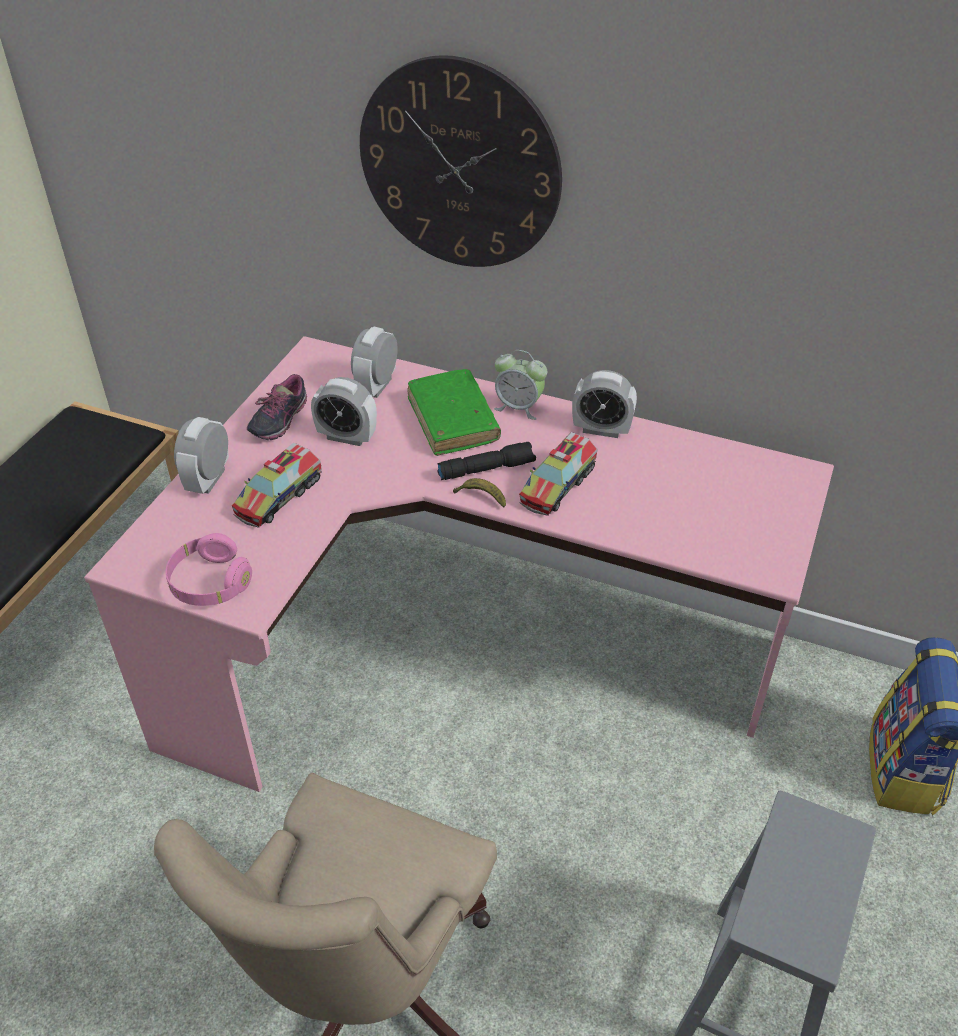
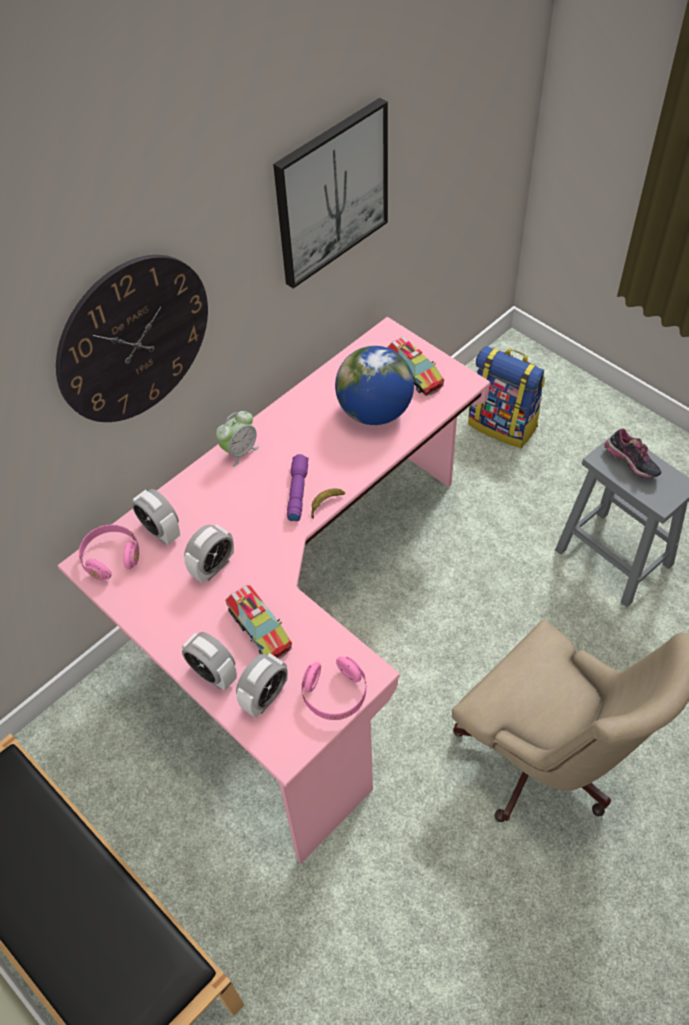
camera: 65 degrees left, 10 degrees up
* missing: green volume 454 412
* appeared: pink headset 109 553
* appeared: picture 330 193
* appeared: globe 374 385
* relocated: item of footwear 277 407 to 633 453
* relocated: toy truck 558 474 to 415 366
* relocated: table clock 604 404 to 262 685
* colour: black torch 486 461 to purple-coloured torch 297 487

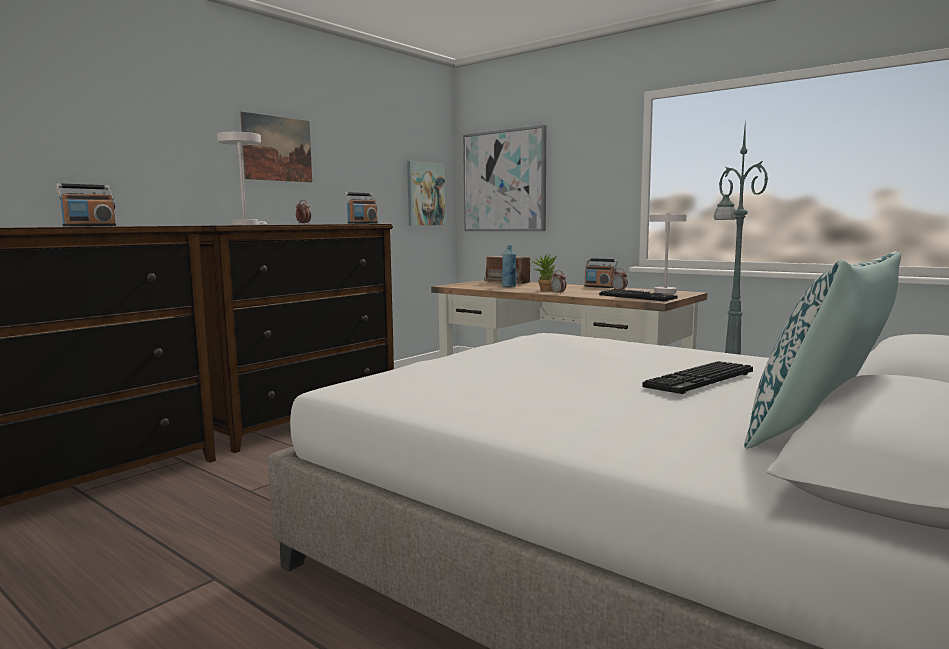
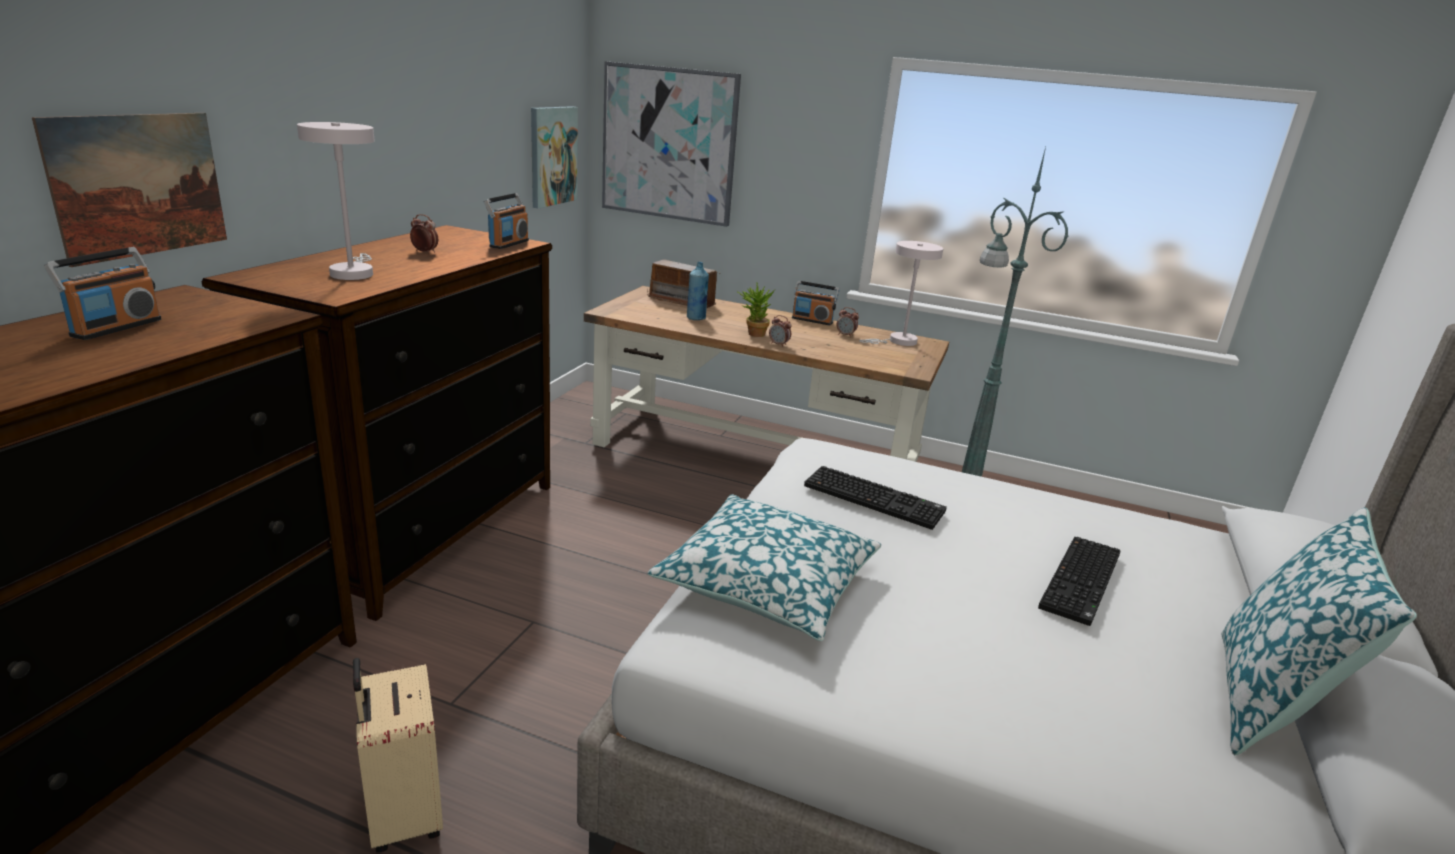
camera: 20 degrees left, 15 degrees up
* appeared: sand-coloured piece of luggage 398 755
* appeared: pillow 764 567
* relocated: picture 276 147 to 129 190
* relocated: computer keyboard 638 295 to 875 498

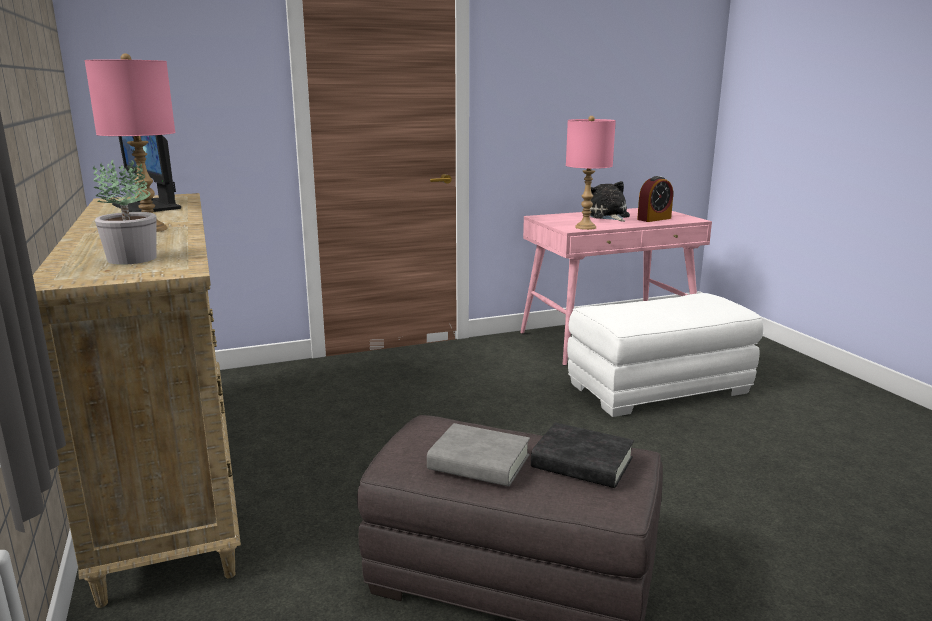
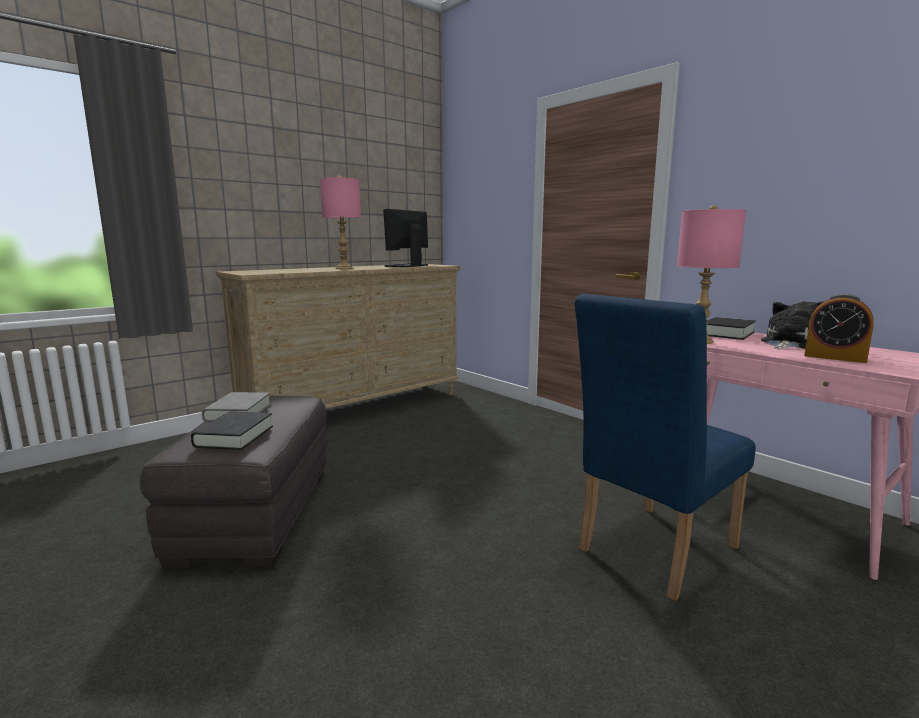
camera: 70 degrees right, 5 degrees down
* missing: potted plant 125 212
* appeared: black volume 731 328
* exchanged: white-coloured footrest 665 355 to blue-coloured upright chair 665 447

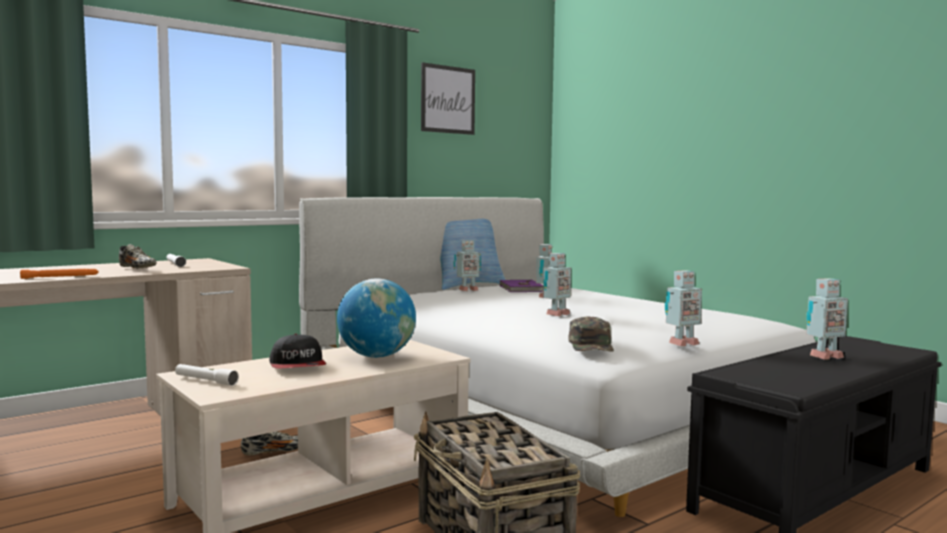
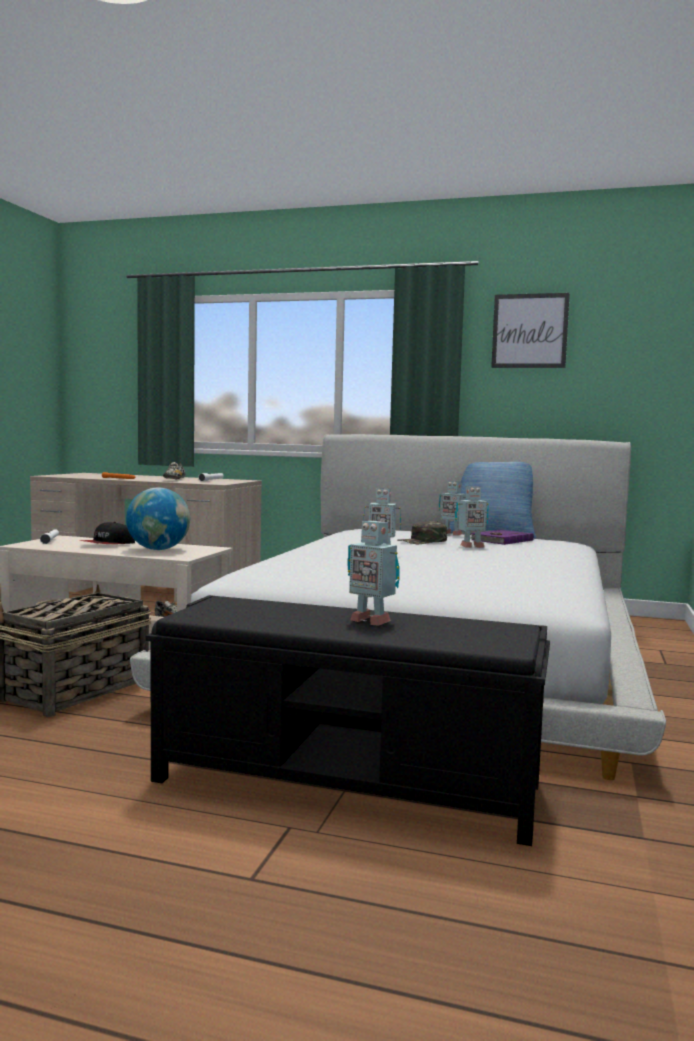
camera: 55 degrees right, 0 degrees up
* missing: toy robot 683 308
* relocated: green peaked cap 591 334 to 422 532

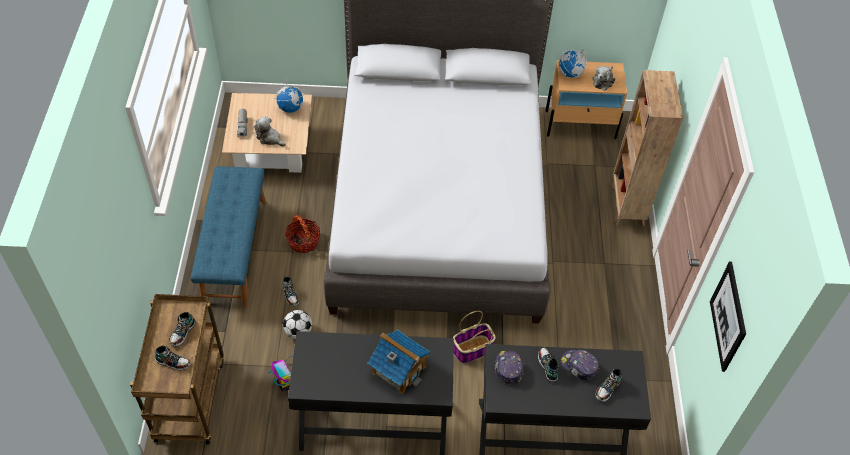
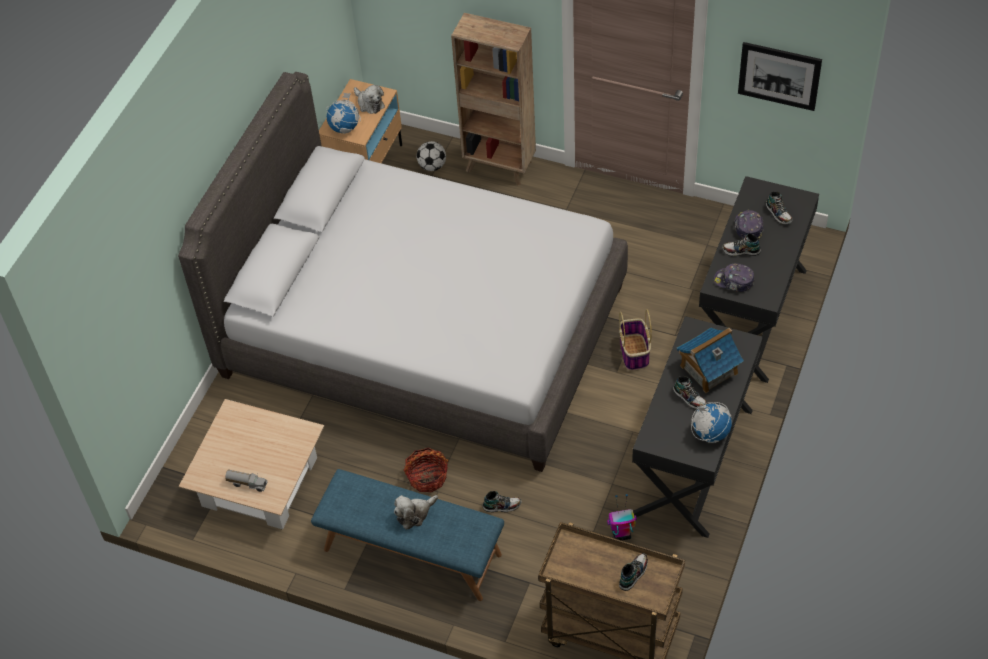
camera: 65 degrees left, 0 degrees up
* relocated: item of footwear 182 329 to 690 392
* relocated: cuddly toy 270 131 to 416 512
* relocated: globe 289 95 to 711 422
* relocated: football 297 324 to 431 156
* spun: peaked cap 579 364 = 749 225 120 degrees clockwise

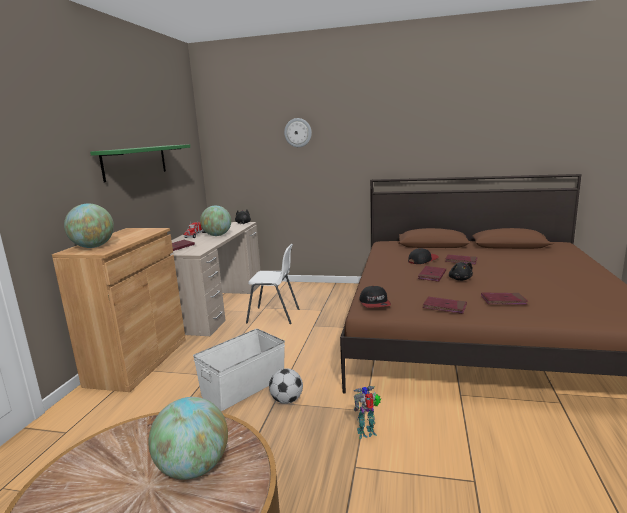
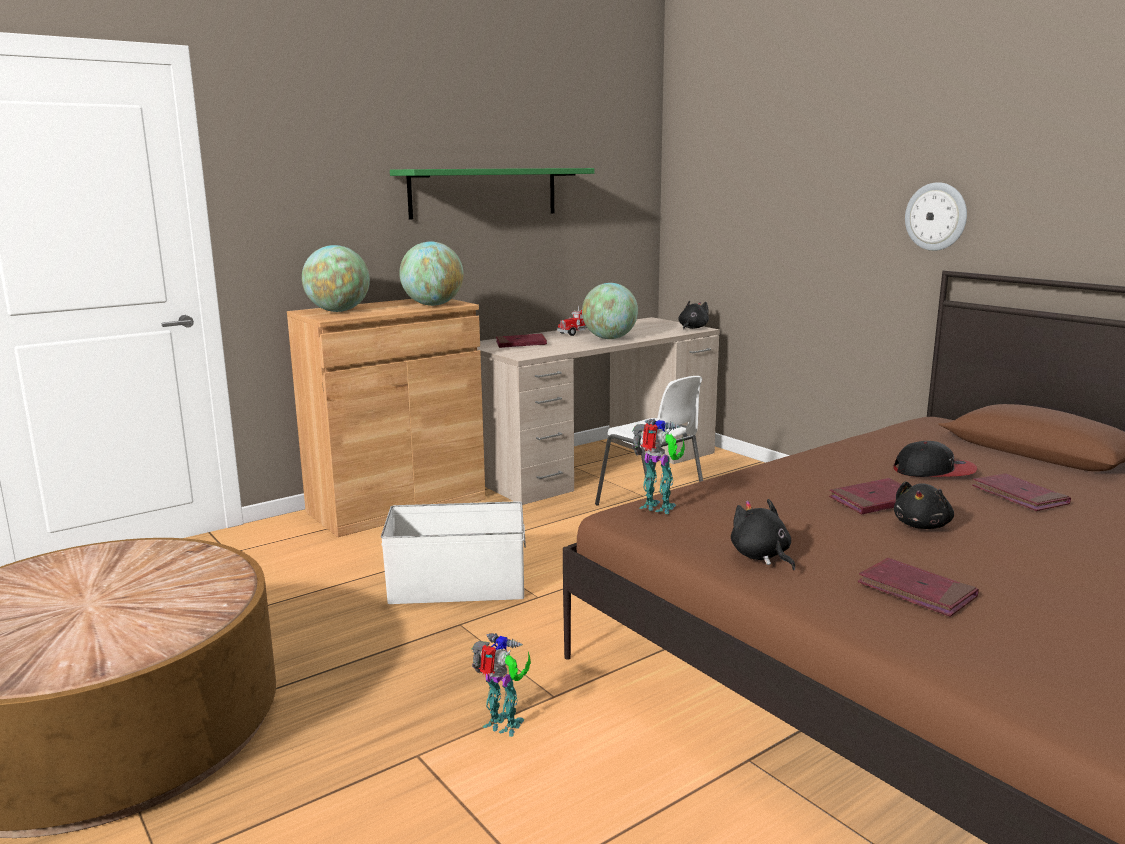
camera: 40 degrees right, 0 degrees up
* missing: football 286 386
* relocated: globe 188 438 to 431 274
* relocated: wall clock 298 132 to 936 216
* exchanged: peaked cap 375 296 to toy robot 658 466
* exchanged: red-coloured volume 445 305 to black cuddly toy 763 534

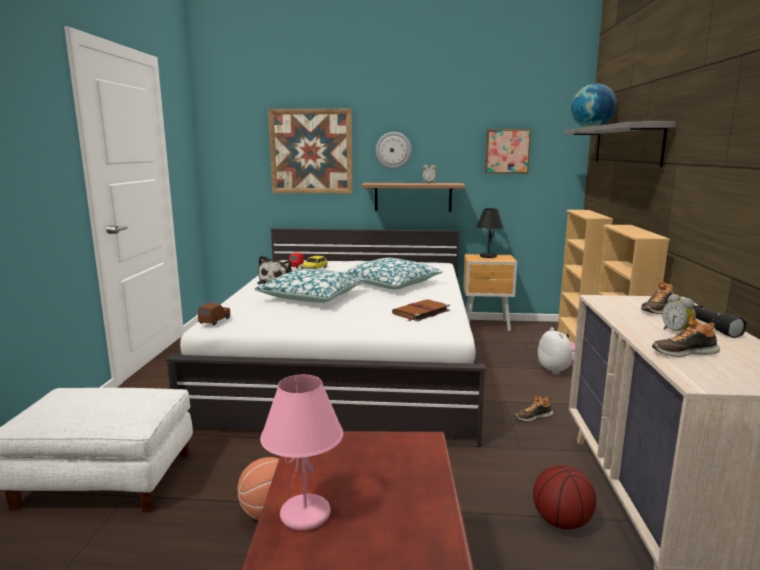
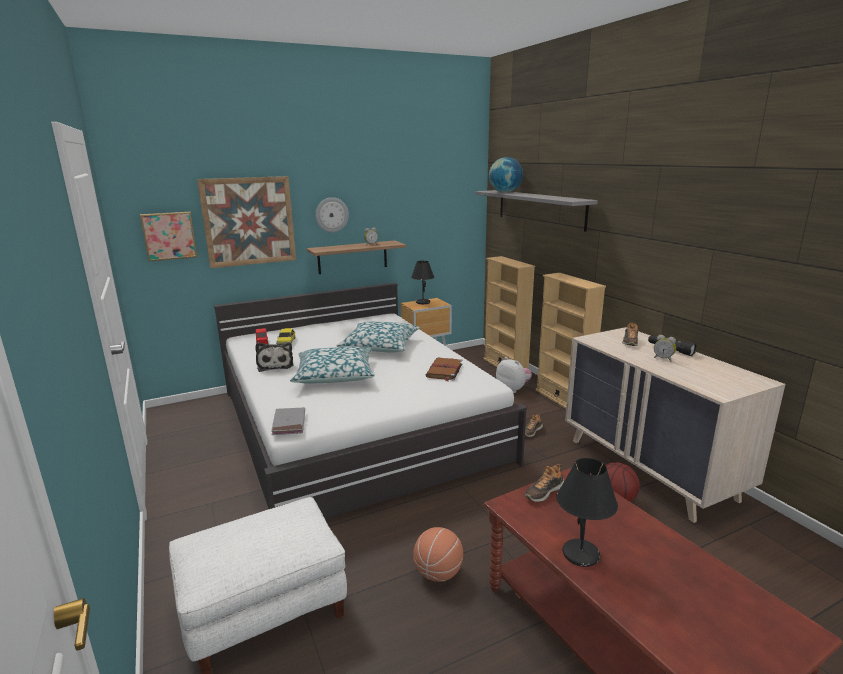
camera: 30 degrees left, 5 degrees up
* relocated: picture 508 151 to 168 236
* relocated: item of footwear 686 337 to 544 483
* exchanged: brown-coloured miniature car 214 314 to gray volume 288 421
* colour: pink tabletop lamp 301 453 to black tabletop lamp 587 512

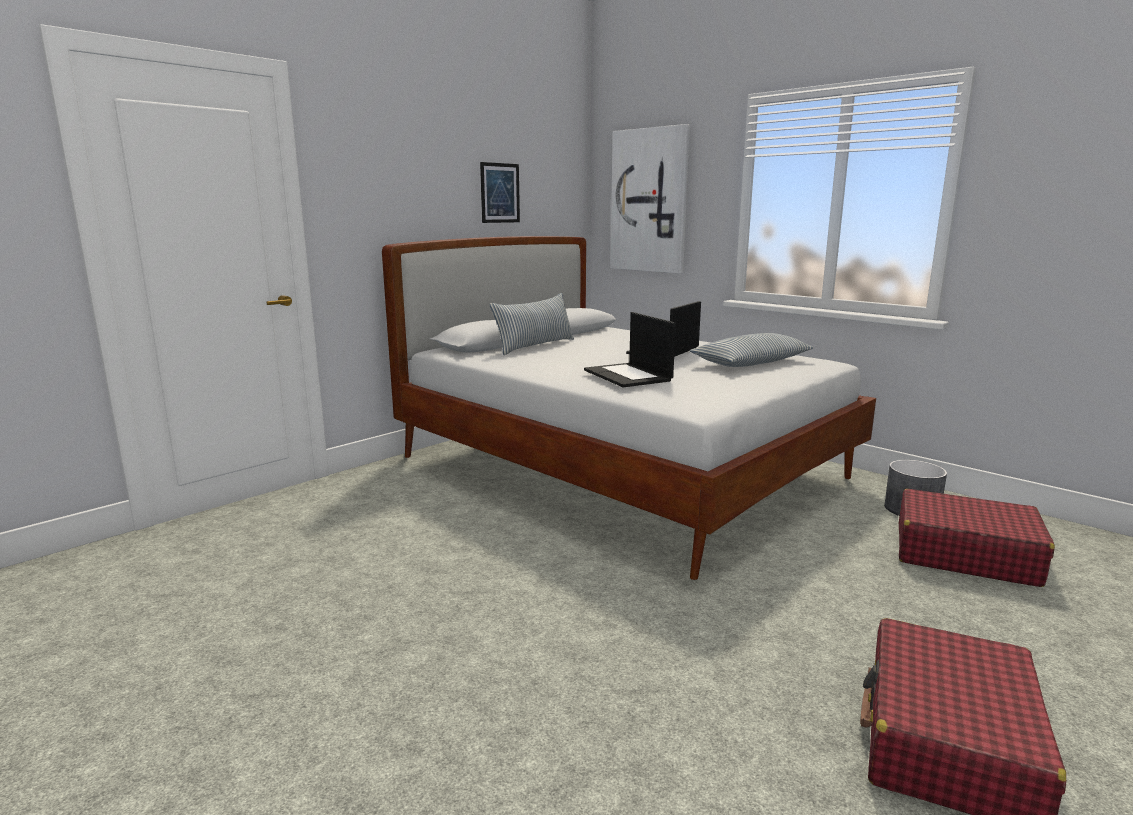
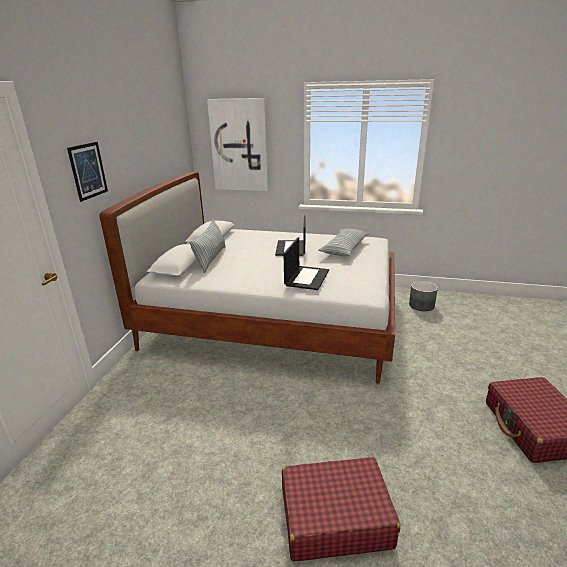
camera: 30 degrees left, 10 degrees up
* relocated: picture 500 192 to 87 172
* relocated: red-coloured piece of luggage 977 538 to 341 509
* spun: notebook computer 630 349 = 306 263 105 degrees counterclockwise

